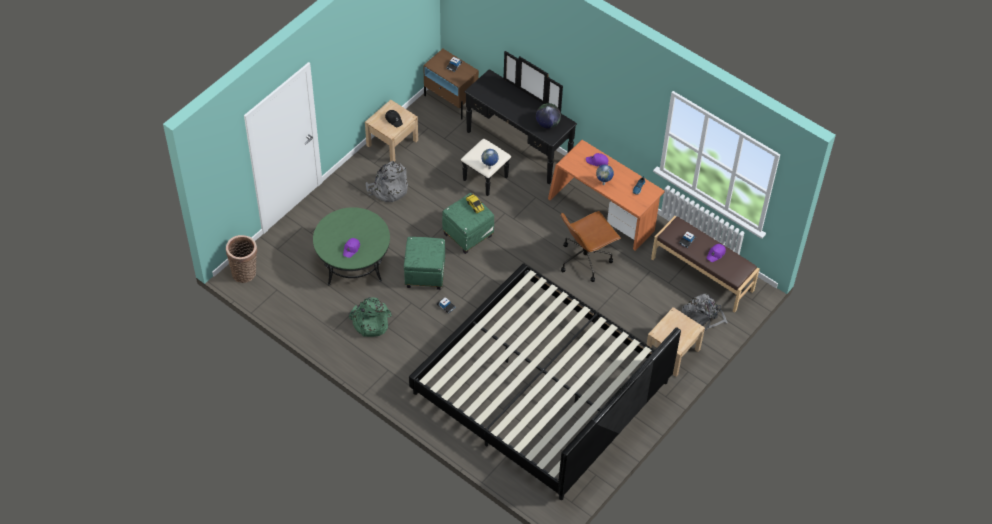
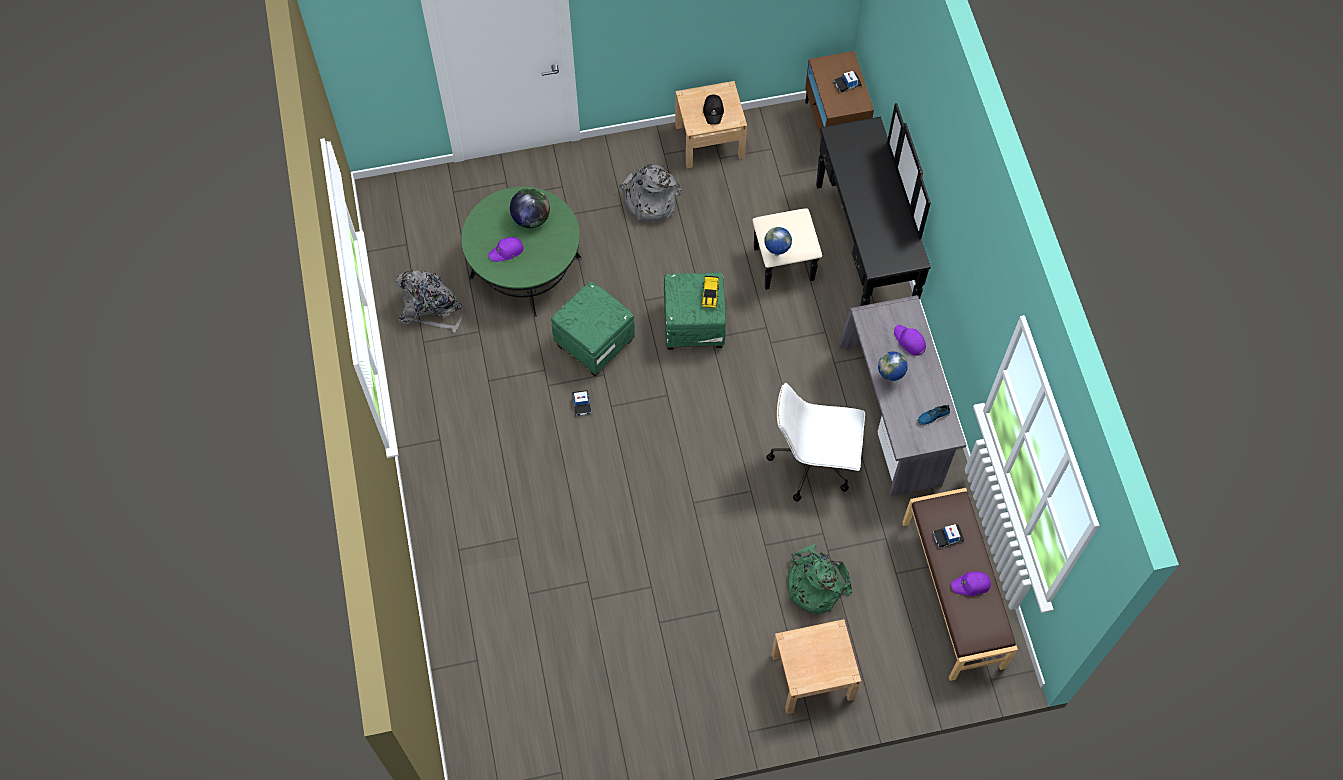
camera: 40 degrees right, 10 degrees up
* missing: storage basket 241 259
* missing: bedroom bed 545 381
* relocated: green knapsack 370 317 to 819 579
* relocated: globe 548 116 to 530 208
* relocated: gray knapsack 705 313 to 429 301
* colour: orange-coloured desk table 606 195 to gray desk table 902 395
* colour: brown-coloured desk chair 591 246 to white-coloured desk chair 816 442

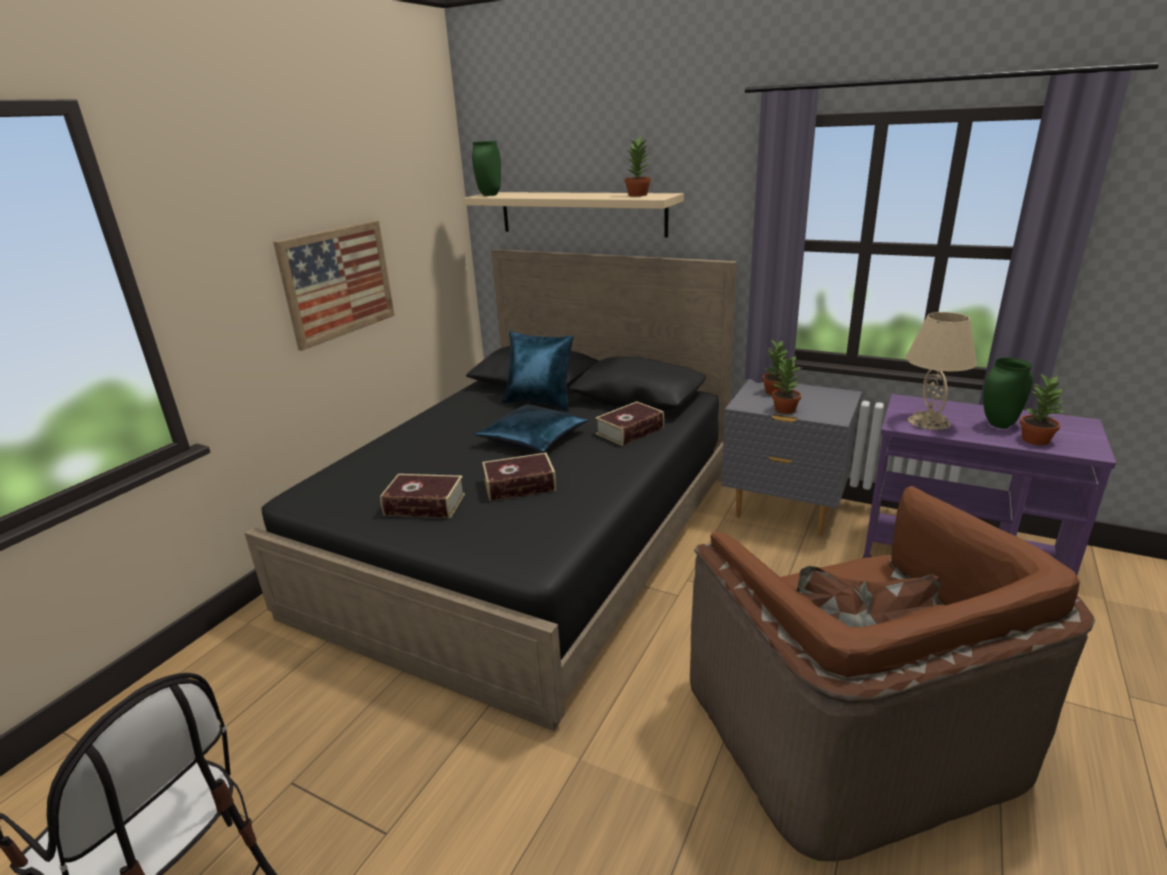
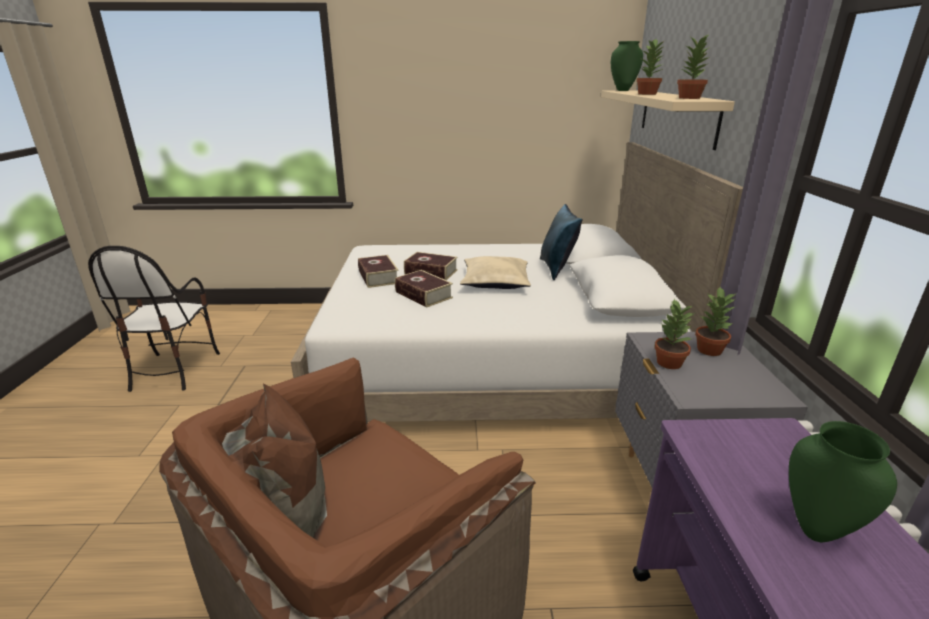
camera: 60 degrees right, 0 degrees up
* missing: picture 334 285
* missing: sand-coloured tabletop lamp 941 371
* relocated: volume 629 423 to 431 266
* relocated: potted plant 1042 408 to 649 67
* colour: black bedroom bed 490 490 to white-coloured bedroom bed 517 282
* colour: blue-coloured pillow 531 428 to sand-coloured pillow 495 272

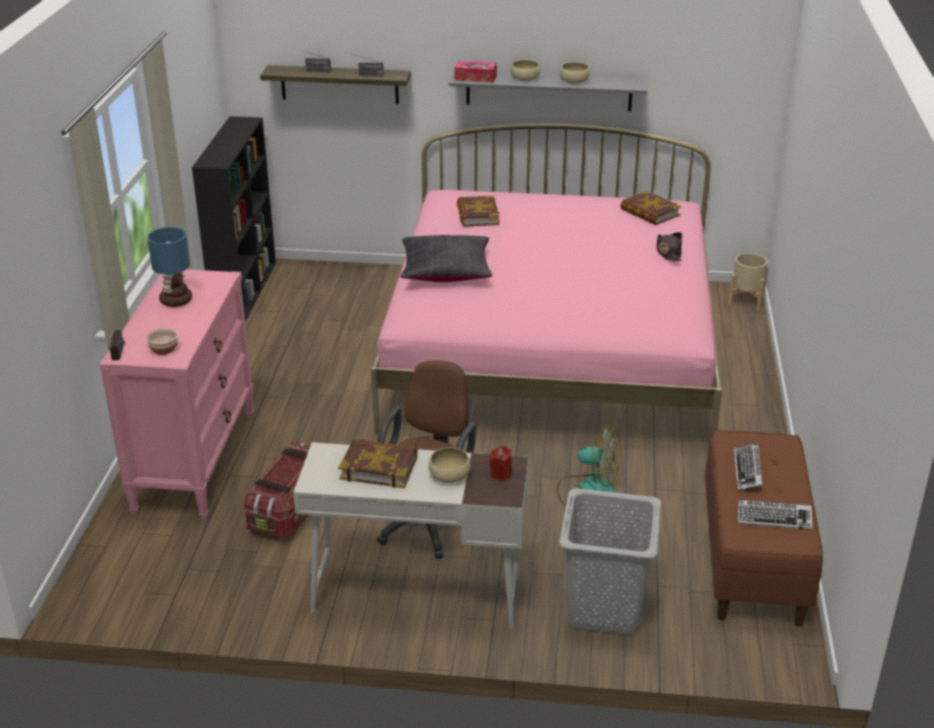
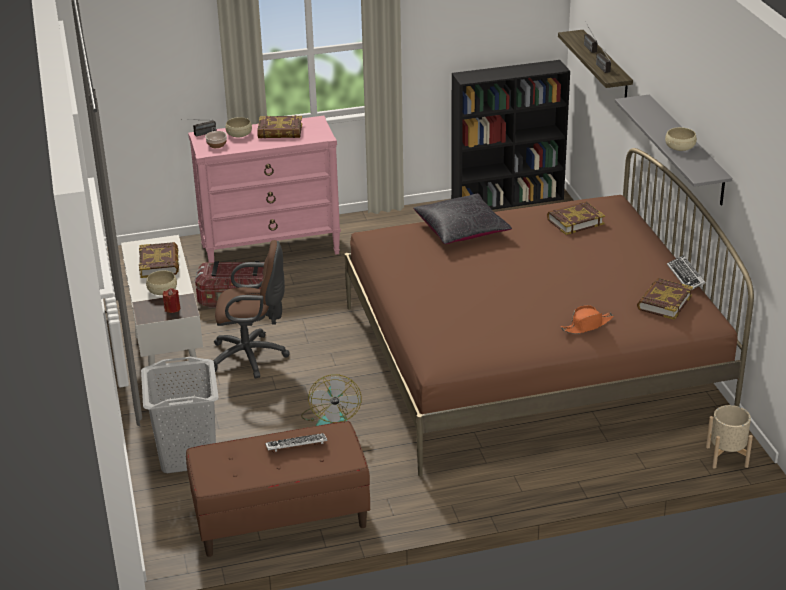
camera: 70 degrees right, 0 degrees up
* missing: box of tissues 476 72
* relocated: sand-coloured deep dish 525 70 to 238 127
* relocated: computer keyboard 775 515 to 686 272
* exchanged: tabletop lamp 169 267 to volume 279 126
* colour: pink bedroom bed 546 280 to brown-coloured bedroom bed 549 312
* colour: black wearable hat 669 246 to orange-coloured wearable hat 587 319

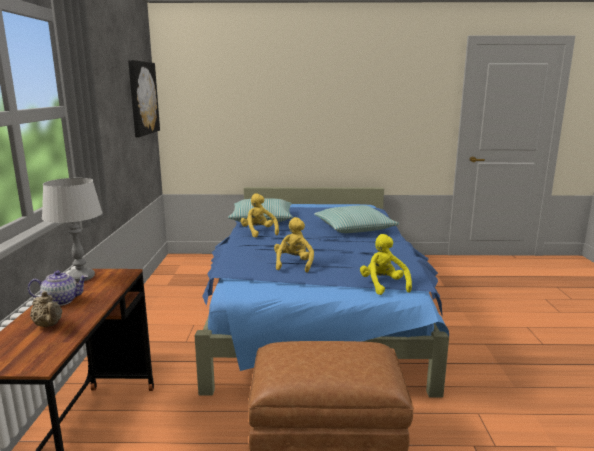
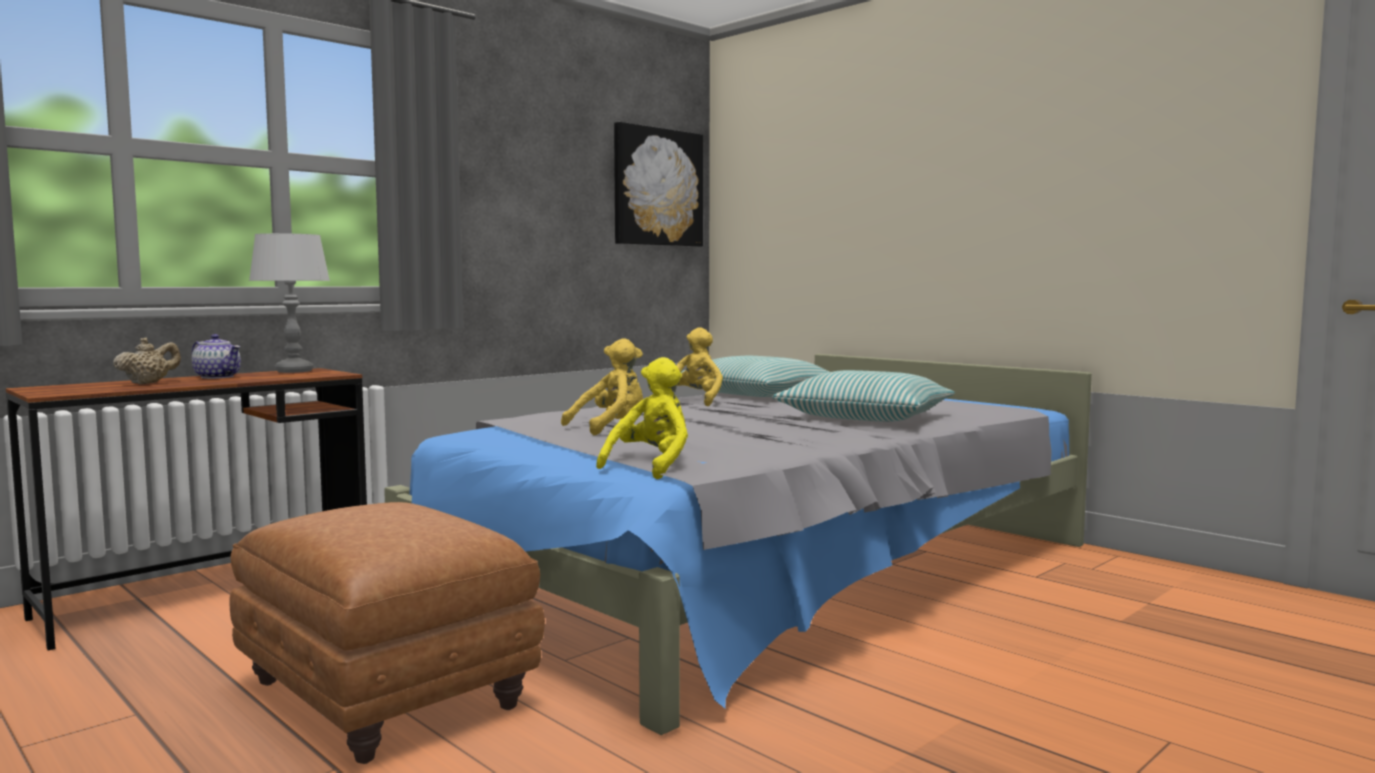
camera: 45 degrees right, 10 degrees down
* colour: blue-coloured bedroom bed 322 292 to gray bedroom bed 738 544
* spun: sand-coloured pot for tea 46 309 = 147 361 150 degrees counterclockwise

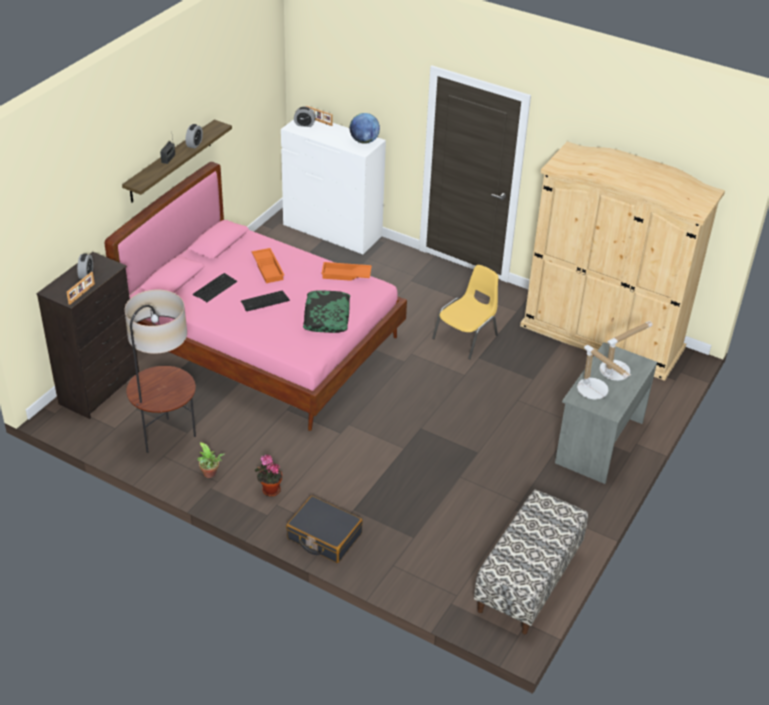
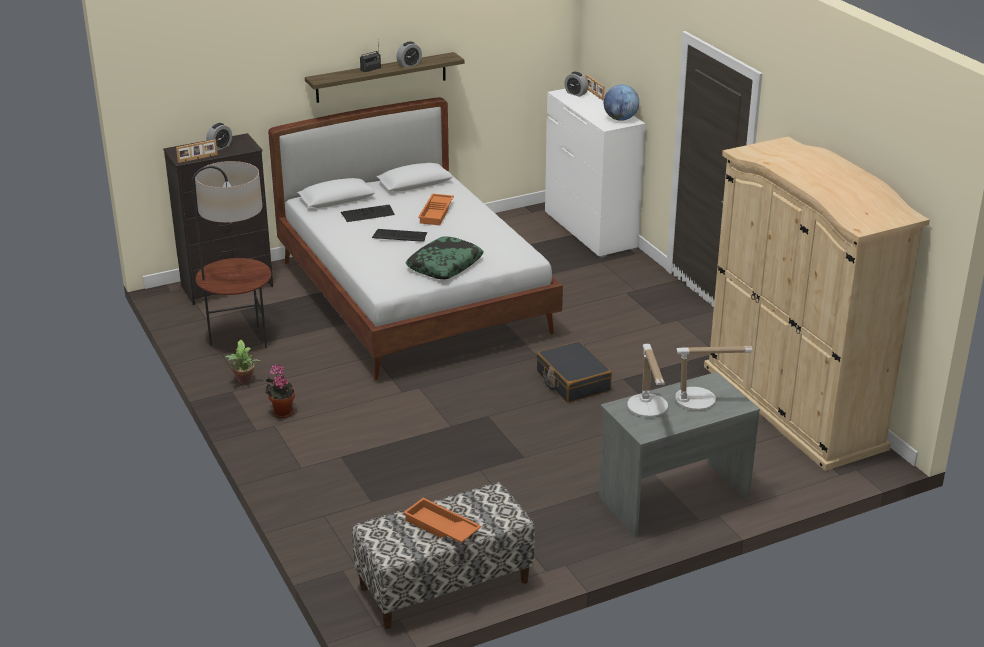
camera: 35 degrees right, 10 degrees down
* missing: yellowish upright chair 465 312
* relocated: black piece of luggage 324 529 to 574 372
* relocated: orange-coloured serving tray 346 271 to 442 520
* colour: pink bedroom bed 255 296 to white-coloured bedroom bed 415 238

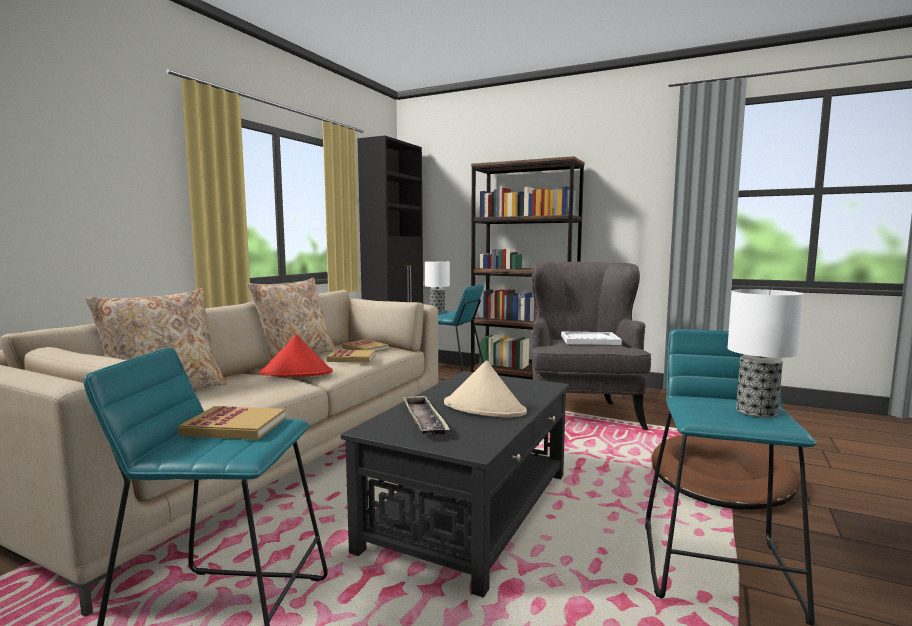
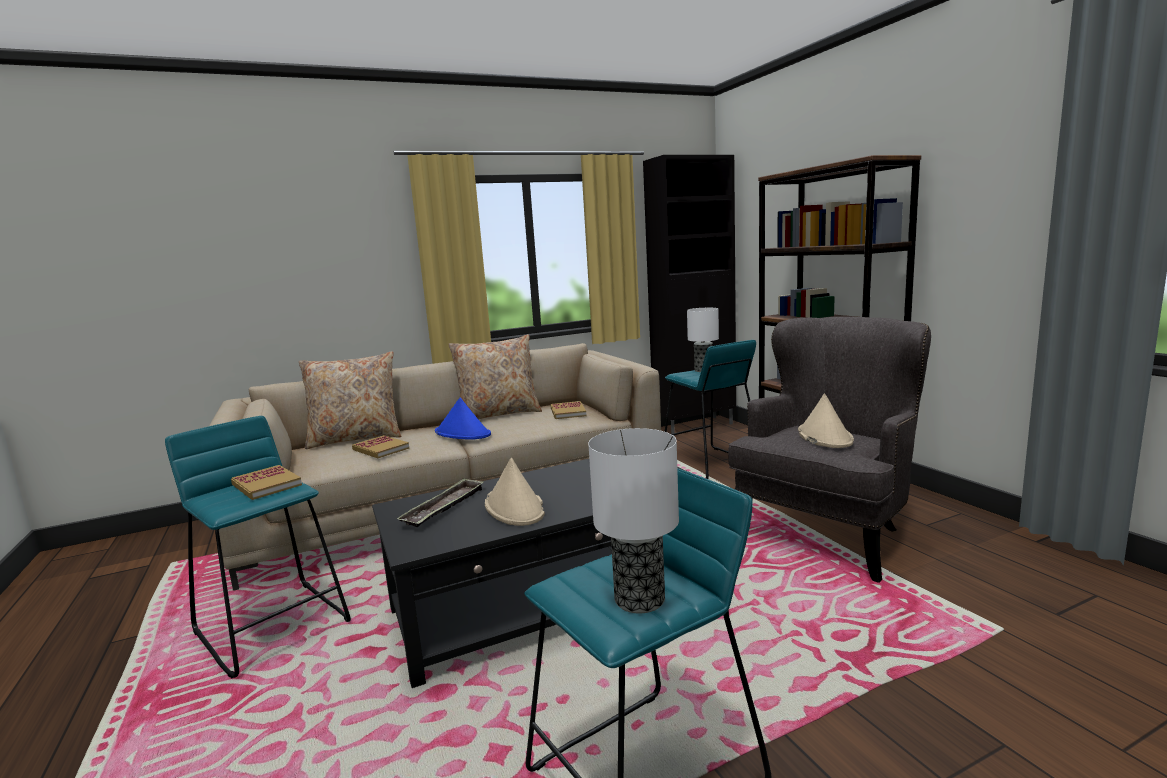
camera: 40 degrees right, 5 degrees up
* missing: brown-coloured dog cushion 725 472
* relocated: volume 351 355 to 380 446
* exchanged: white-coloured serving tray 591 338 to sand-coloured wearable hat 826 420
* colour: red-coloured wearable hat 296 355 to blue-coloured wearable hat 463 419

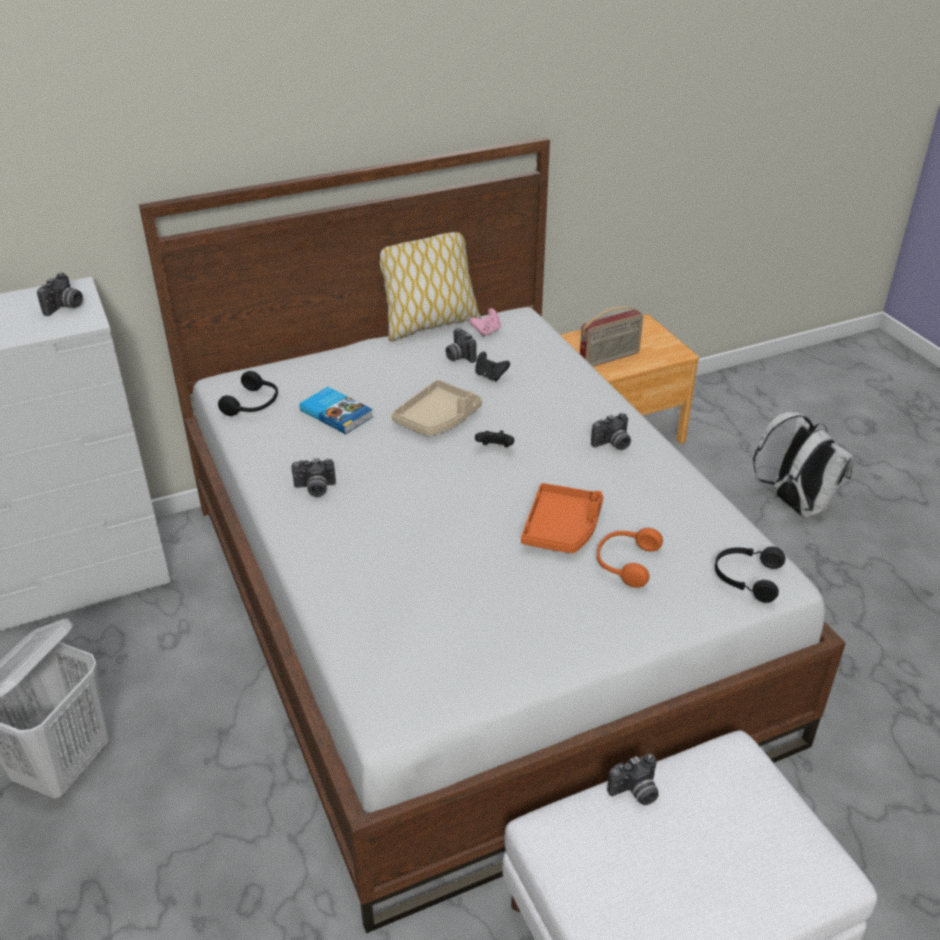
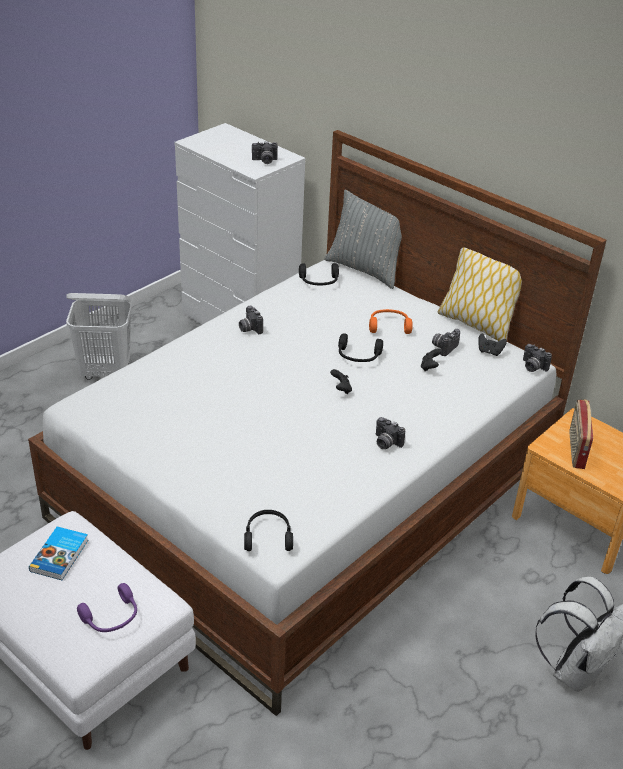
camera: 65 degrees right, 0 degrees up
* missing: orange-coloured serving tray 562 518
* appeared: purple-coloured headset 107 607
* appeared: gray pillow 363 239
* relocated: volume 336 410 to 58 553
* relocated: orange-coloured headset 630 558 to 391 321
* relocated: photo camera 633 779 to 537 358
* exchanged: sand-coloured serving tray 436 408 to black headset 360 347
* colour: pink game controller 485 322 to black game controller 492 344
* spun: radio 611 336 = 581 434 60 degrees clockwise

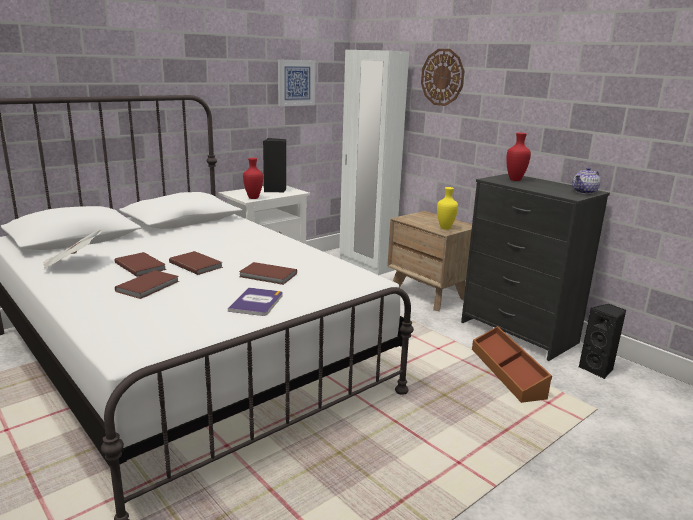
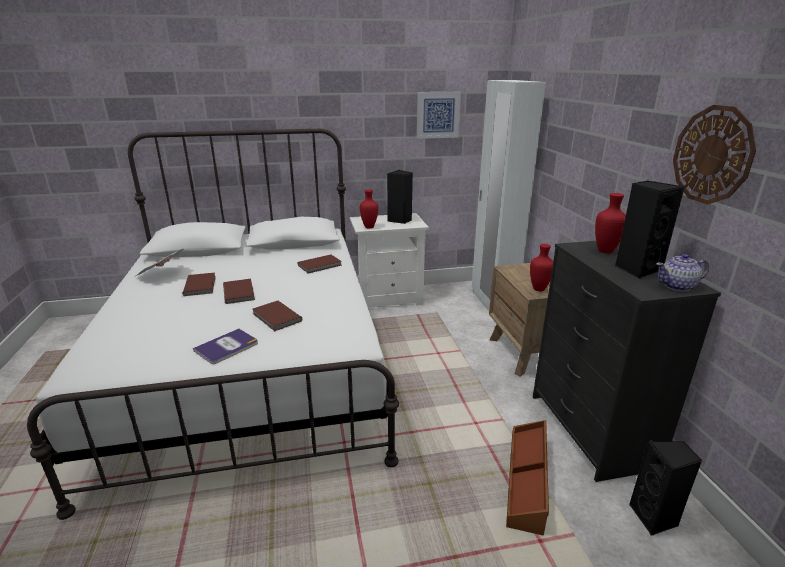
camera: 30 degrees right, 5 degrees up
* appeared: black speaker 650 230
* relocated: brown-coloured volume 147 284 to 319 264
* relocated: wall clock 443 77 to 714 154
* colour: yellowish flower vase 447 208 to red-coloured flower vase 541 267

